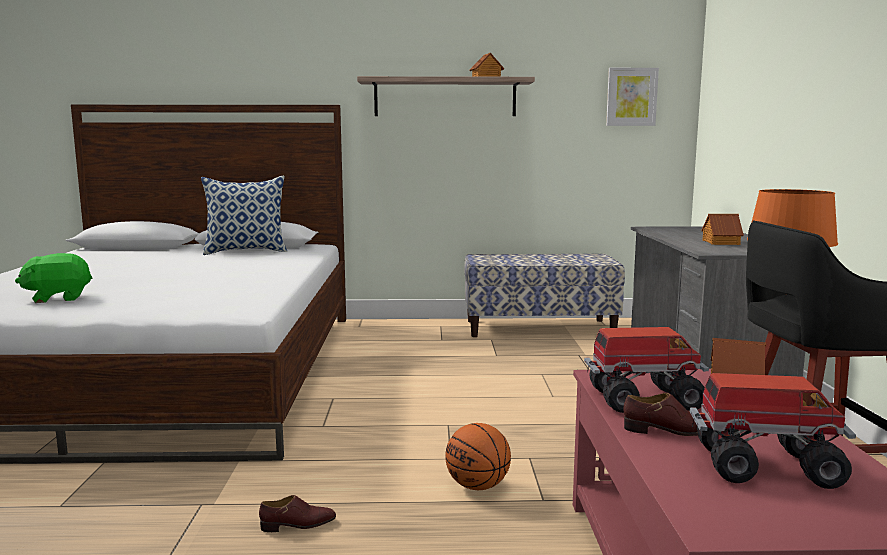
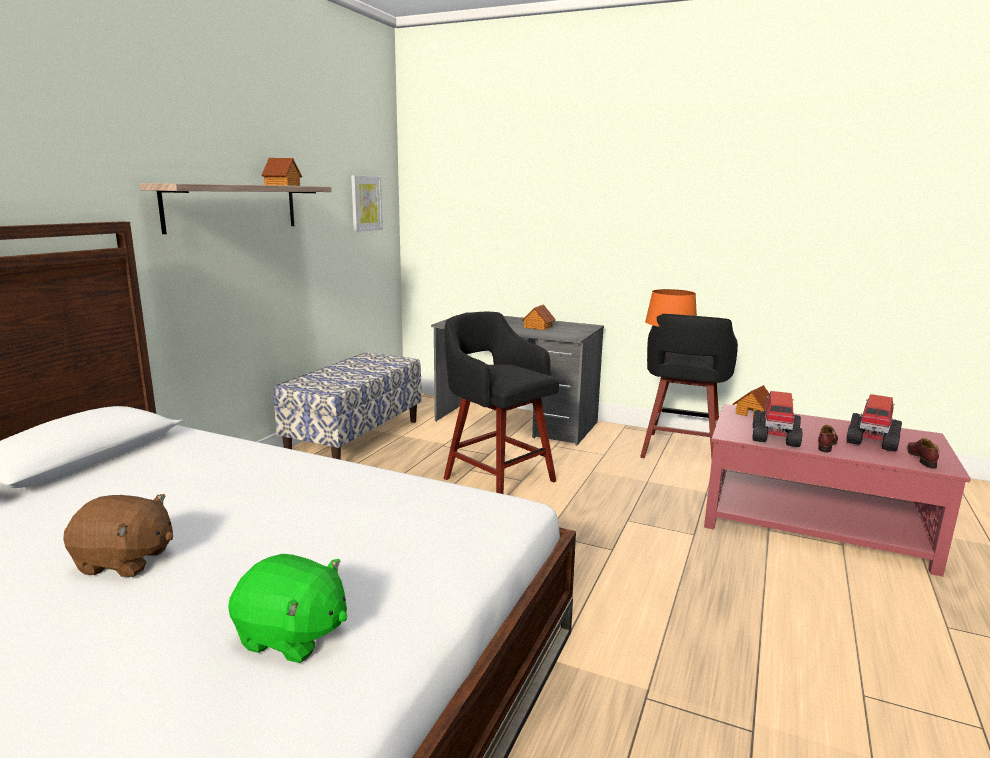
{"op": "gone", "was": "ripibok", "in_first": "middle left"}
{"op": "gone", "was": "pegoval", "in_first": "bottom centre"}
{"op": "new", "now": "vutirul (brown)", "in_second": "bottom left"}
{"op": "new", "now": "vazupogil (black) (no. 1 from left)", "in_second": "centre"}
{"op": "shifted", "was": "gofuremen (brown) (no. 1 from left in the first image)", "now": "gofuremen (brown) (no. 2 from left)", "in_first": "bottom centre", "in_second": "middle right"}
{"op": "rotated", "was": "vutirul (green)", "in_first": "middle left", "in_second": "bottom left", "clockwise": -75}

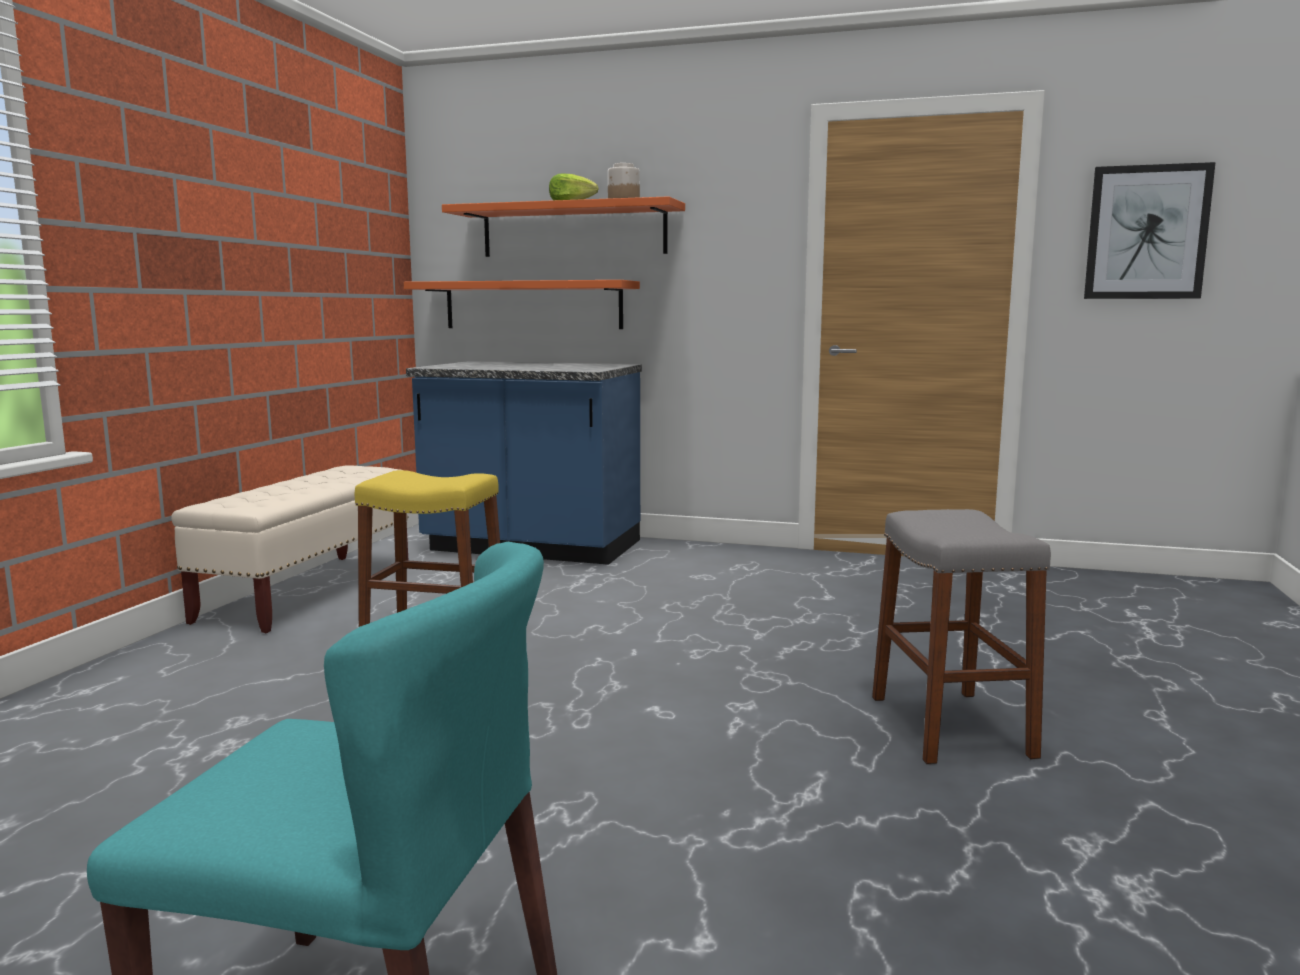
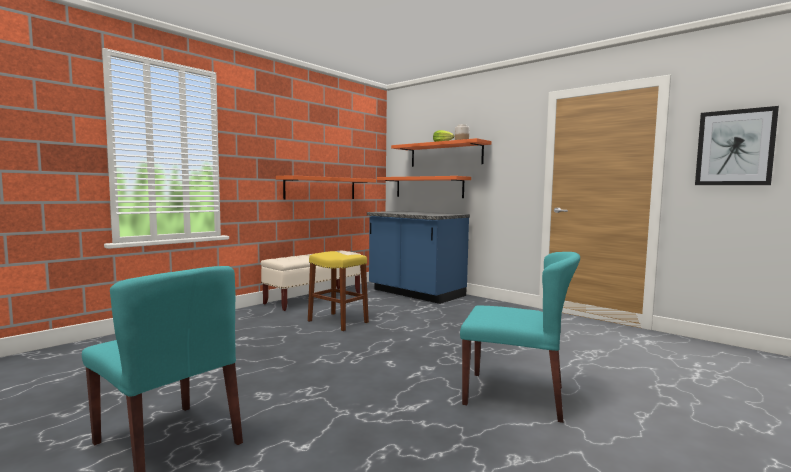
{"op": "new", "now": "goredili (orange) (no. 1 from left)", "in_second": "centre"}
{"op": "swapped", "was": "vazupogil (grey)", "now": "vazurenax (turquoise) (no. 2 from left)", "in_first": "middle right", "in_second": "bottom centre"}

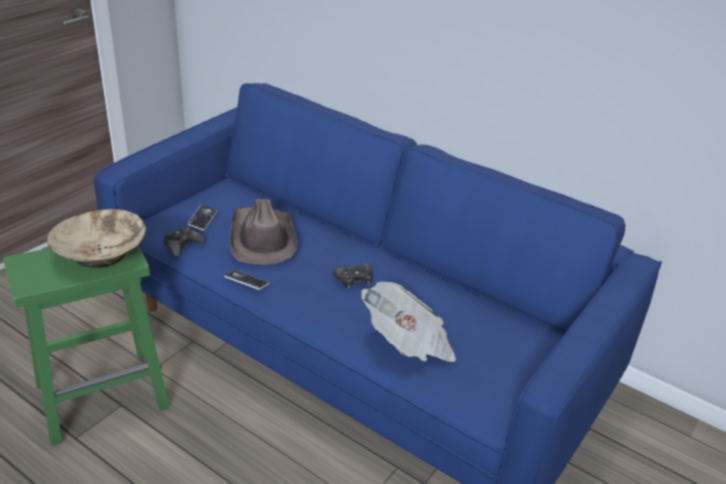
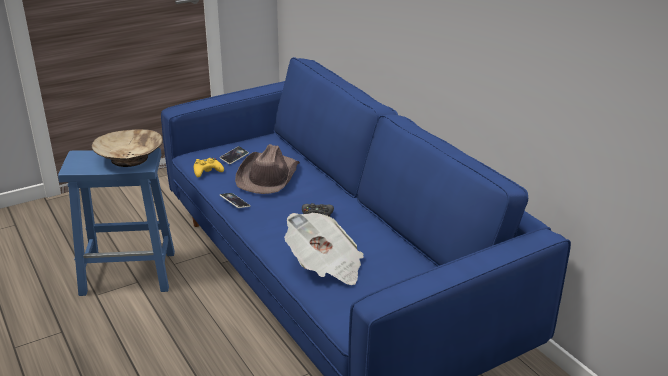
{"op": "repainted", "was": "vazupogil (green)", "now": "vazupogil (blue)", "in_first": "bottom left", "in_second": "middle left"}
{"op": "repainted", "was": "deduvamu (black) (no. 1 from left)", "now": "deduvamu (yellow)", "in_first": "middle left", "in_second": "middle left"}

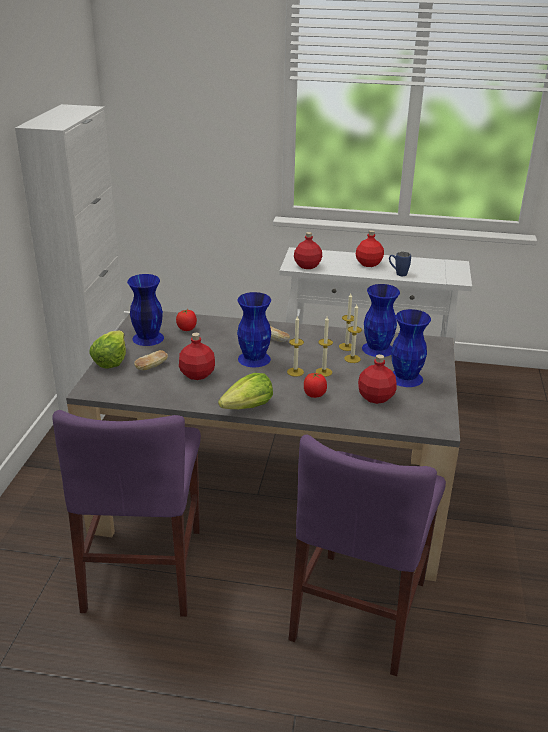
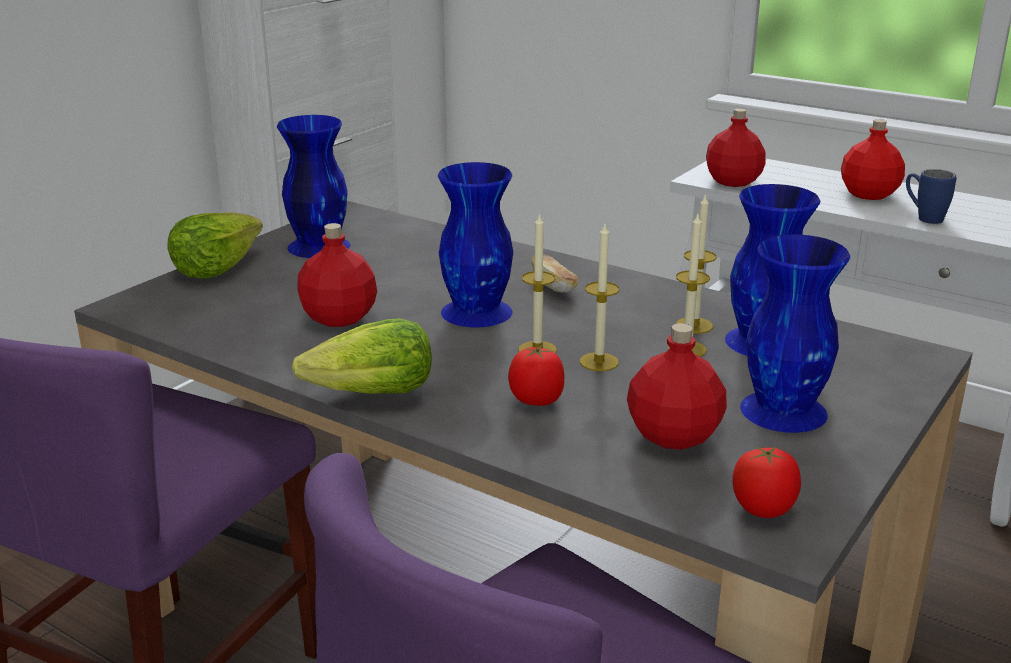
{"op": "gone", "was": "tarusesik (no. 1 from left)", "in_first": "middle left"}
{"op": "shifted", "was": "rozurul (no. 1 from left in the first image)", "now": "rozurul (no. 2 from left)", "in_first": "centre", "in_second": "bottom right"}

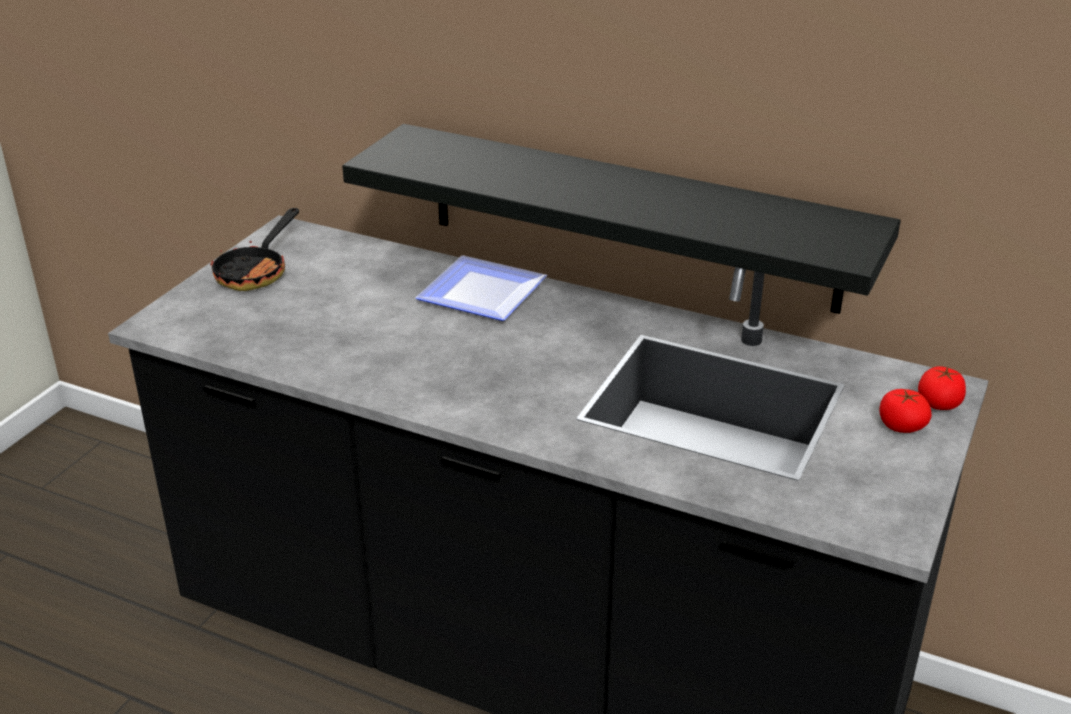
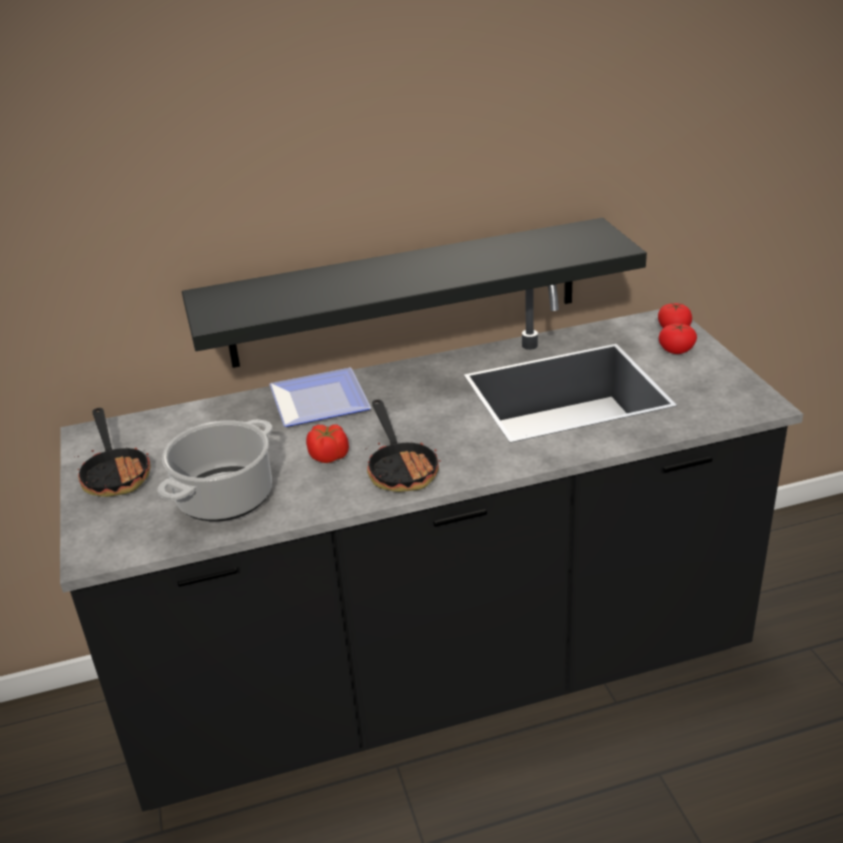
{"op": "new", "now": "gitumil", "in_second": "middle left"}
{"op": "new", "now": "rozurul (no. 1 from left)", "in_second": "centre"}
{"op": "new", "now": "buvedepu (no. 2 from left)", "in_second": "centre"}

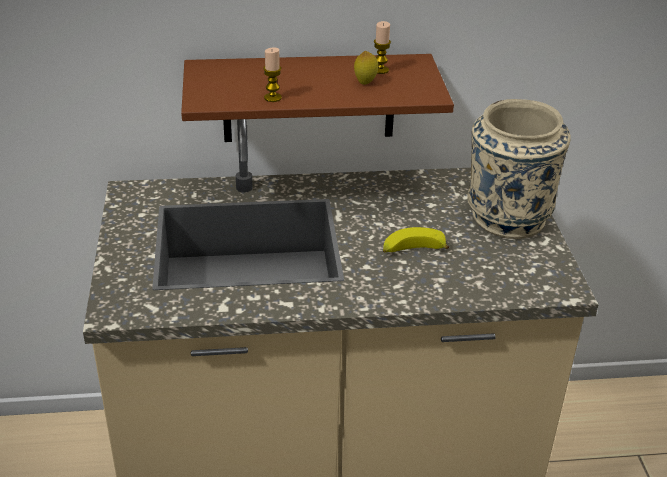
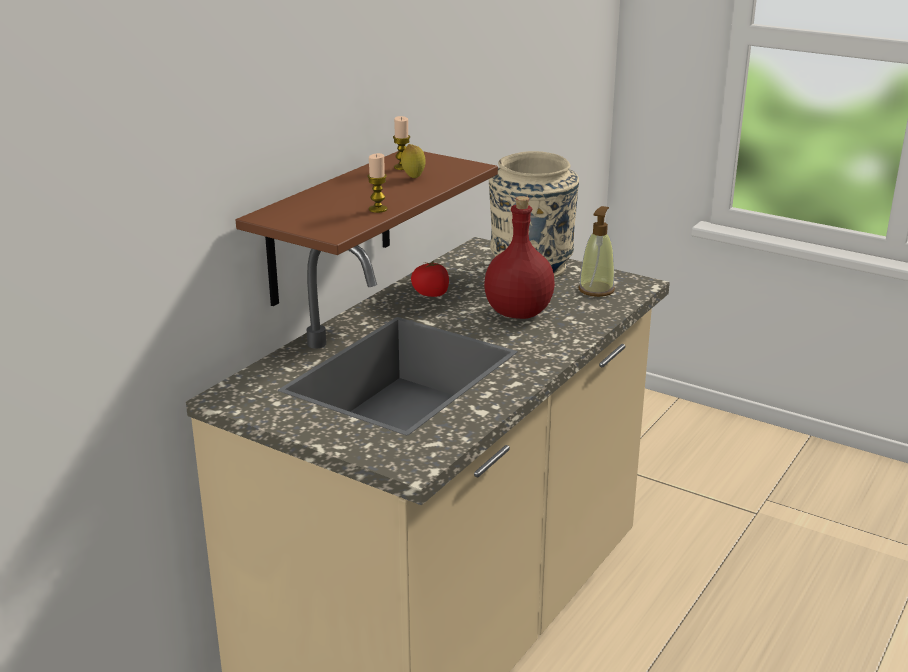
{"op": "new", "now": "rozurul", "in_second": "centre"}
{"op": "new", "now": "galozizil", "in_second": "centre"}
{"op": "swapped", "was": "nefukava", "now": "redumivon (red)", "in_first": "centre", "in_second": "centre"}

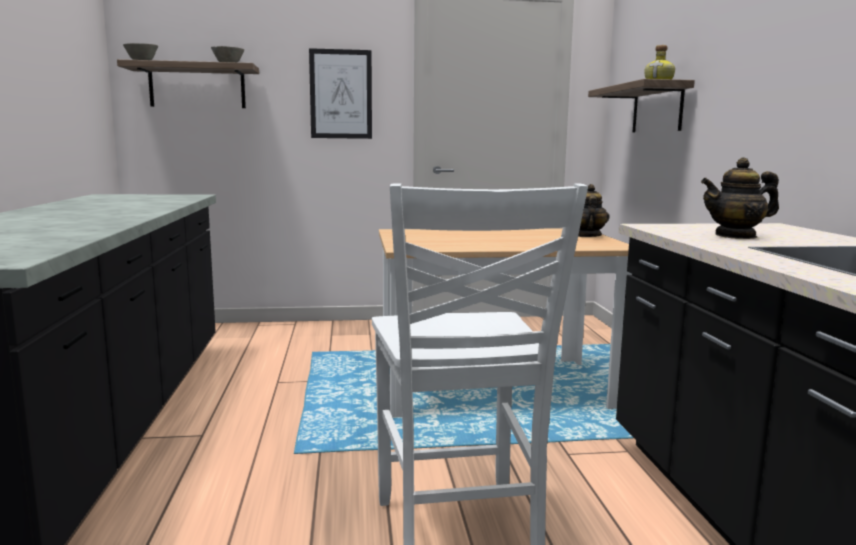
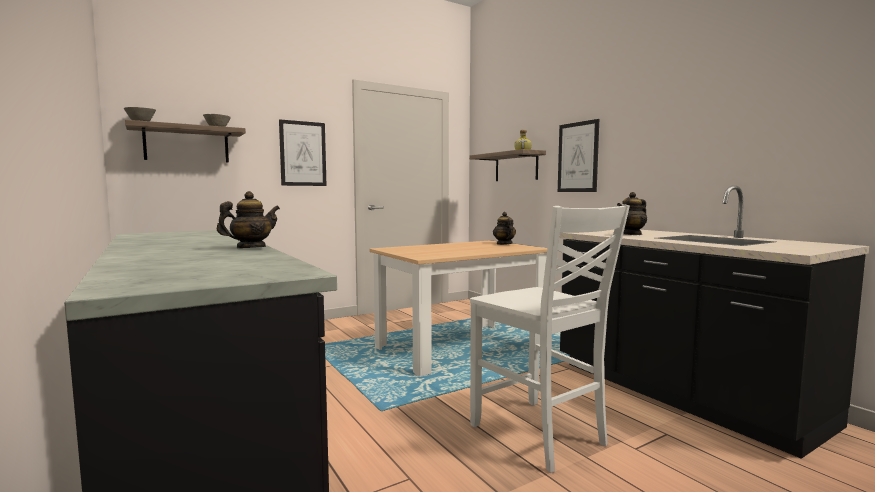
{"op": "new", "now": "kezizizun (no. 1 from left)", "in_second": "middle left"}
{"op": "new", "now": "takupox (no. 2 from left)", "in_second": "top centre"}

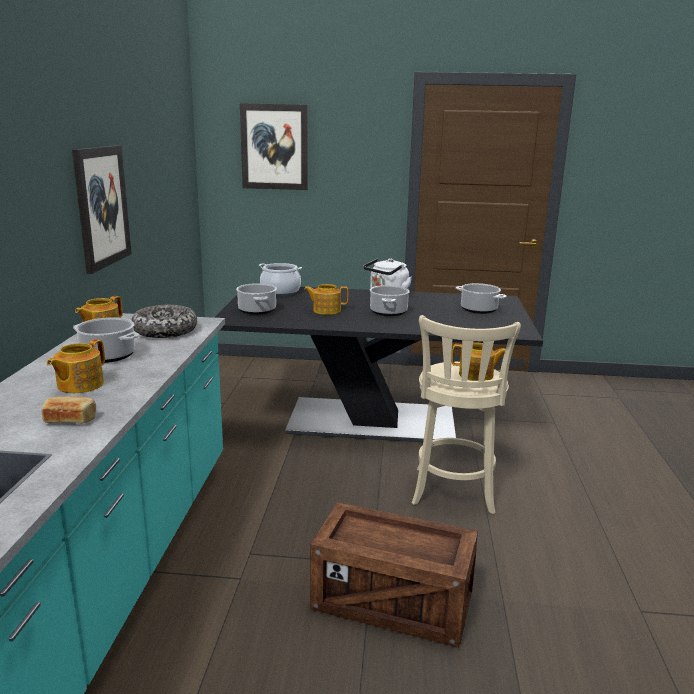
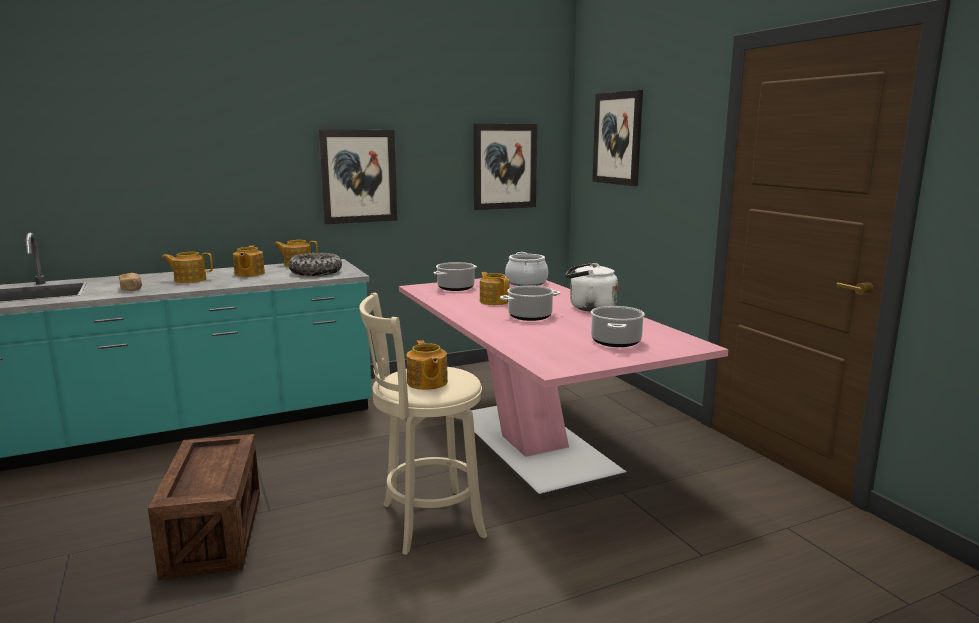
{"op": "new", "now": "takupox (no. 2 from left)", "in_second": "top centre"}
{"op": "swapped", "was": "gitumil (no. 1 from left)", "now": "kezizizun (no. 2 from left)", "in_first": "middle left", "in_second": "middle left"}
{"op": "repainted", "was": "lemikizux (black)", "now": "lemikizux (pink)", "in_first": "centre", "in_second": "centre"}

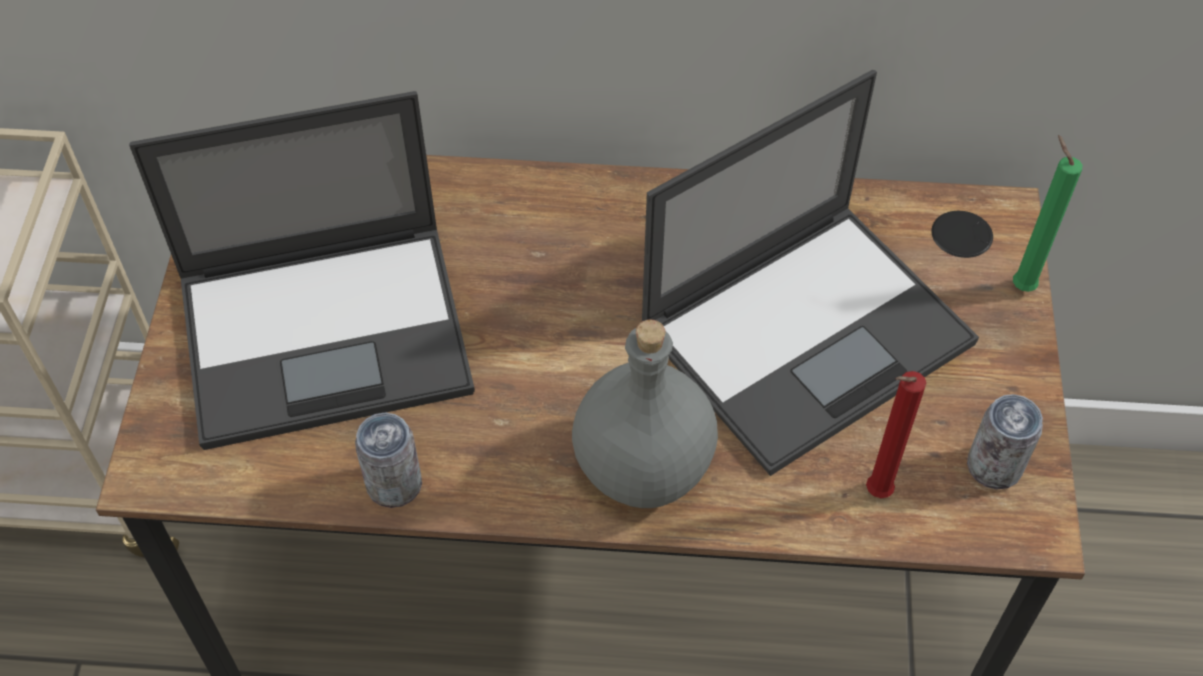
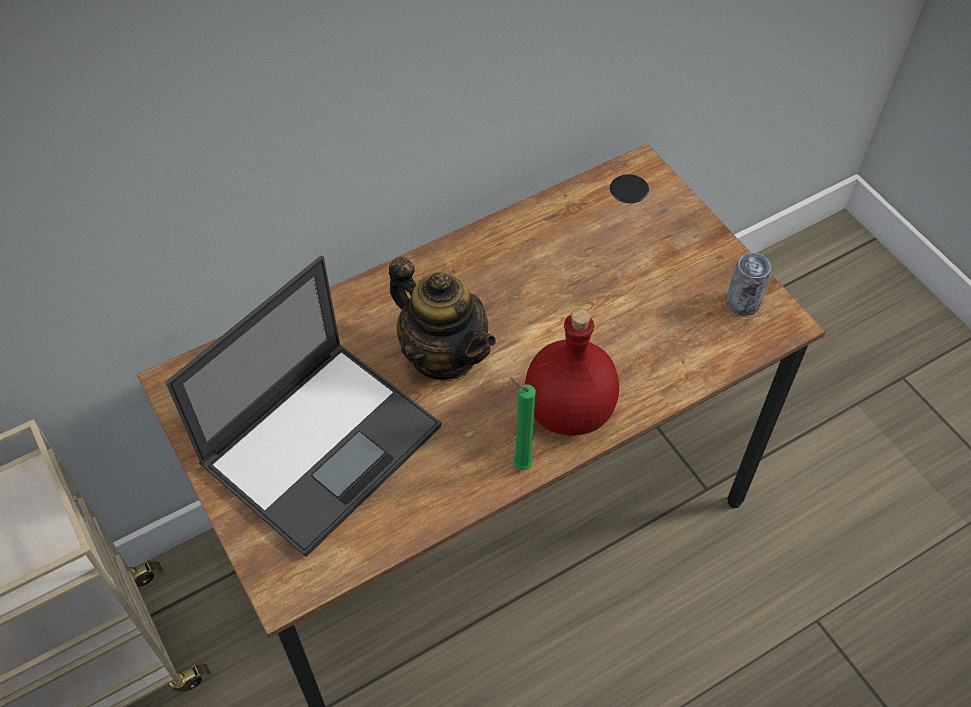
{"op": "gone", "was": "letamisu (no. 1 from left)", "in_first": "bottom left"}
{"op": "gone", "was": "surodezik (no. 2 from left)", "in_first": "middle right"}
{"op": "gone", "was": "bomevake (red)", "in_first": "middle right"}
{"op": "new", "now": "kezizizun", "in_second": "centre"}
{"op": "shifted", "was": "bomevake (green)", "in_first": "top right", "in_second": "centre"}
{"op": "repainted", "was": "redumivon (grey)", "now": "redumivon (red)", "in_first": "centre", "in_second": "centre"}

